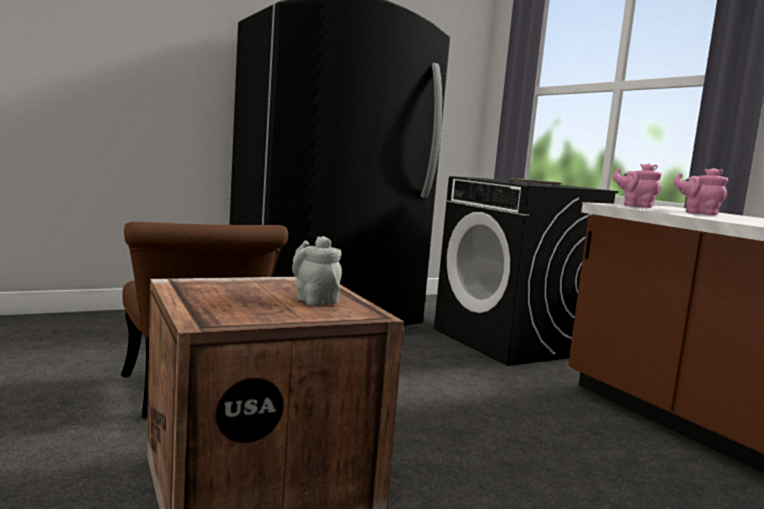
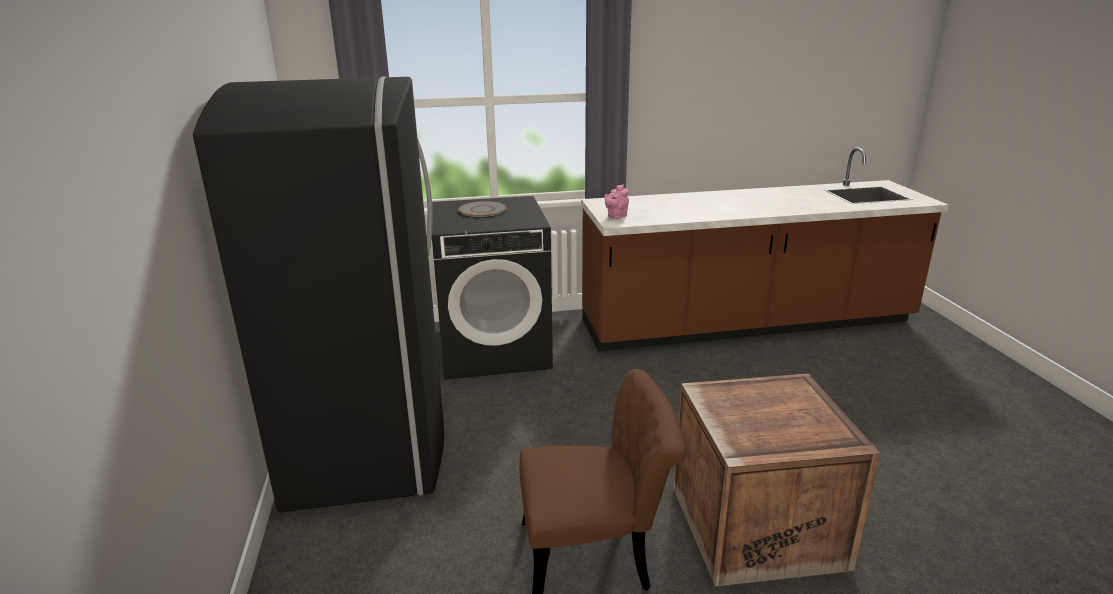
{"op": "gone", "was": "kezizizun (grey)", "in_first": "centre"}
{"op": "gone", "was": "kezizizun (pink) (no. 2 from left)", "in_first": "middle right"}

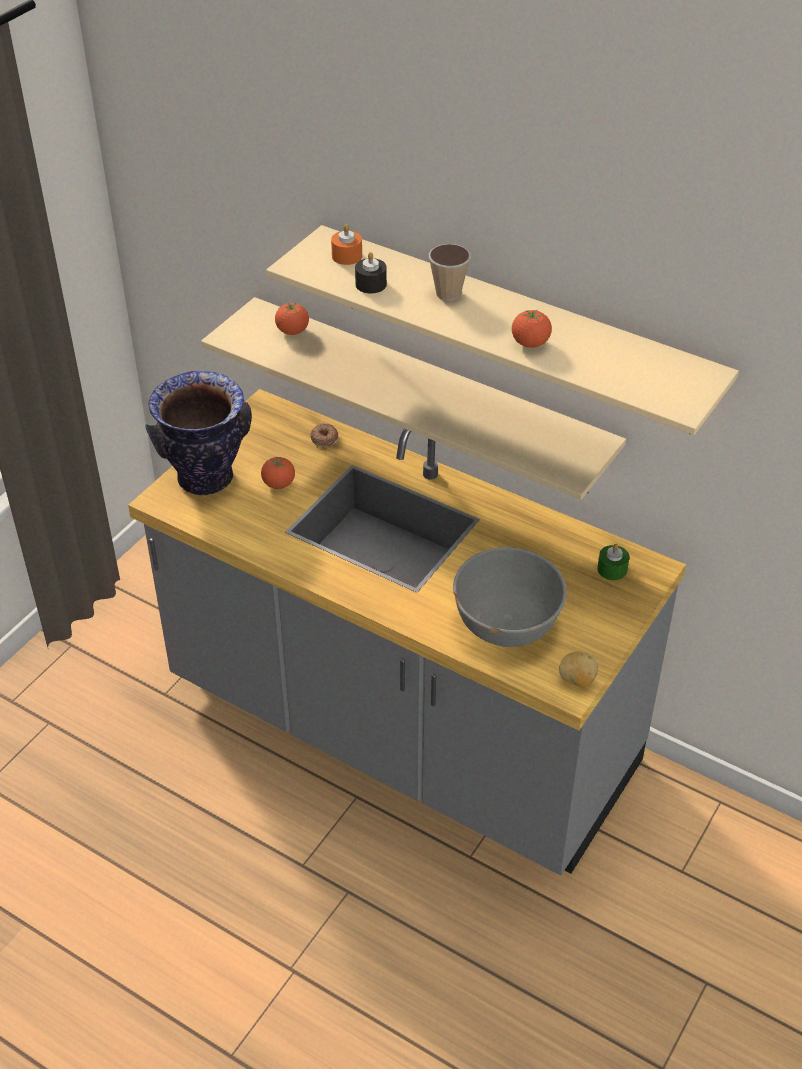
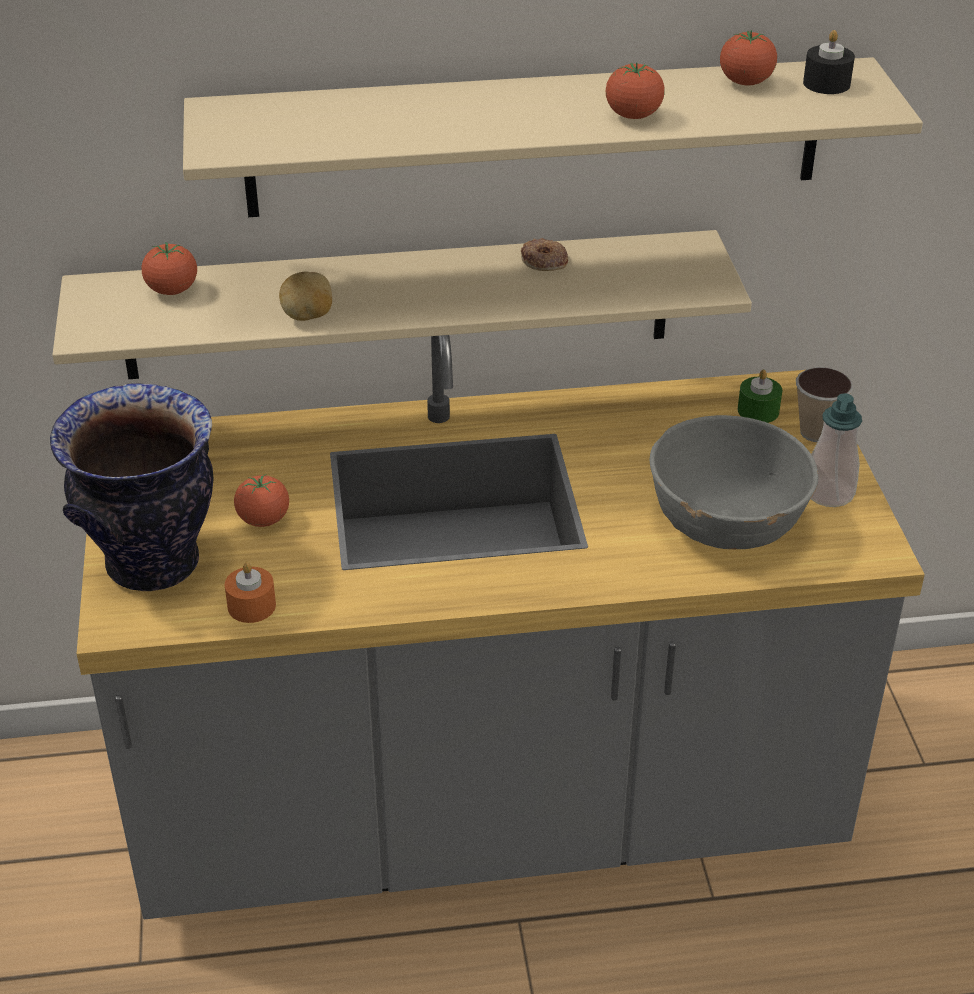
{"op": "new", "now": "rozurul (no. 4 from left)", "in_second": "top right"}
{"op": "new", "now": "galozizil", "in_second": "middle right"}
{"op": "shifted", "was": "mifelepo", "in_first": "centre", "in_second": "top centre"}
{"op": "shifted", "was": "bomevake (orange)", "in_first": "top centre", "in_second": "middle left"}
{"op": "shifted", "was": "bomevake (black)", "in_first": "top centre", "in_second": "top right"}
{"op": "shifted", "was": "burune", "in_first": "top centre", "in_second": "middle right"}
{"op": "shifted", "was": "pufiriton", "in_first": "middle right", "in_second": "top left"}

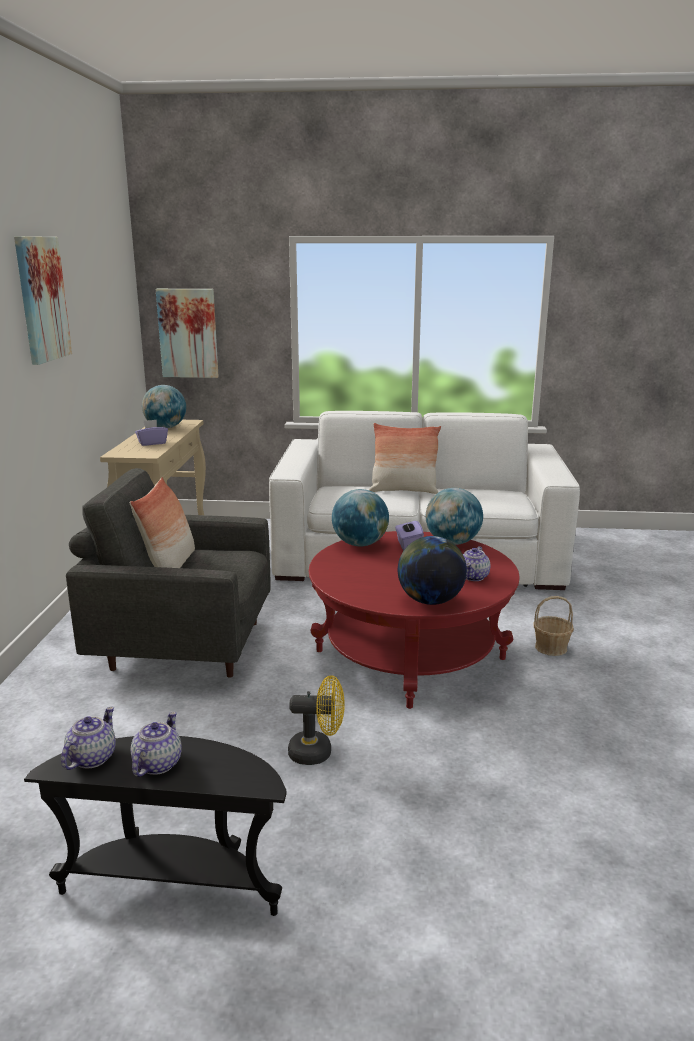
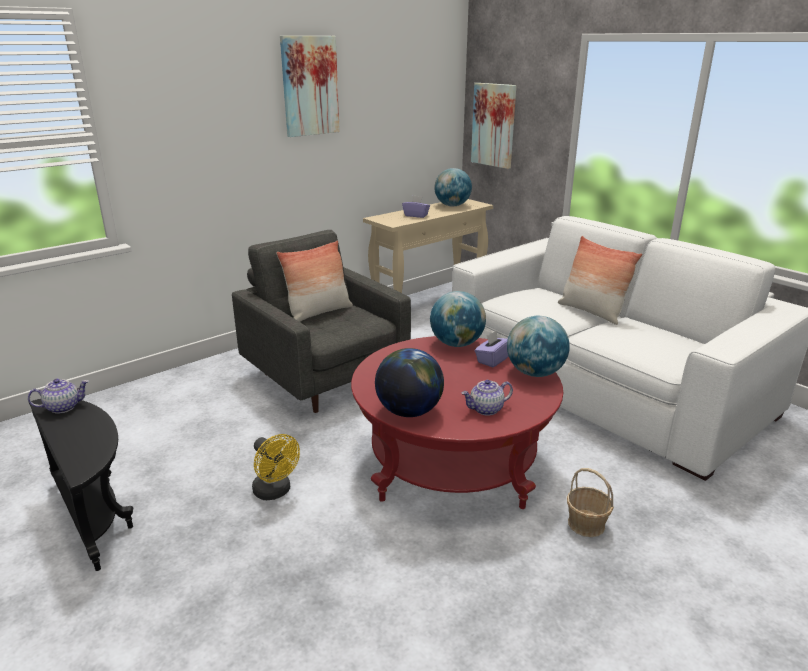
{"op": "gone", "was": "kezizizun (no. 2 from left)", "in_first": "bottom left"}

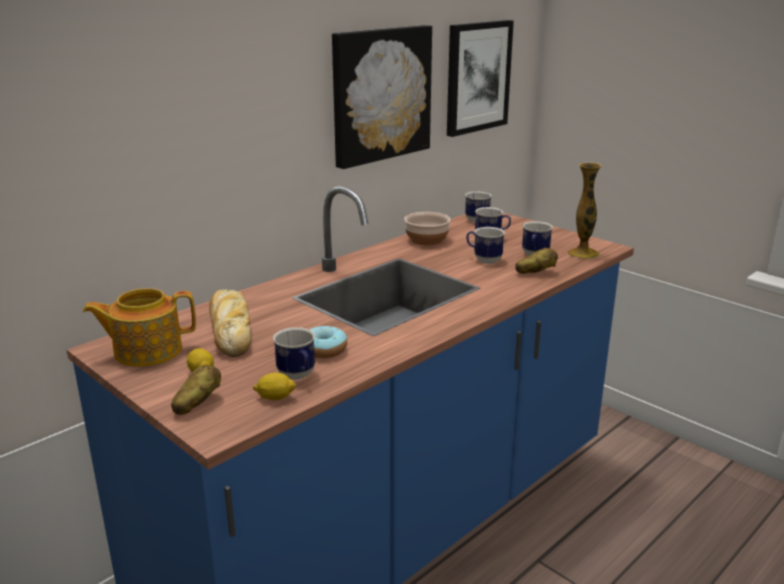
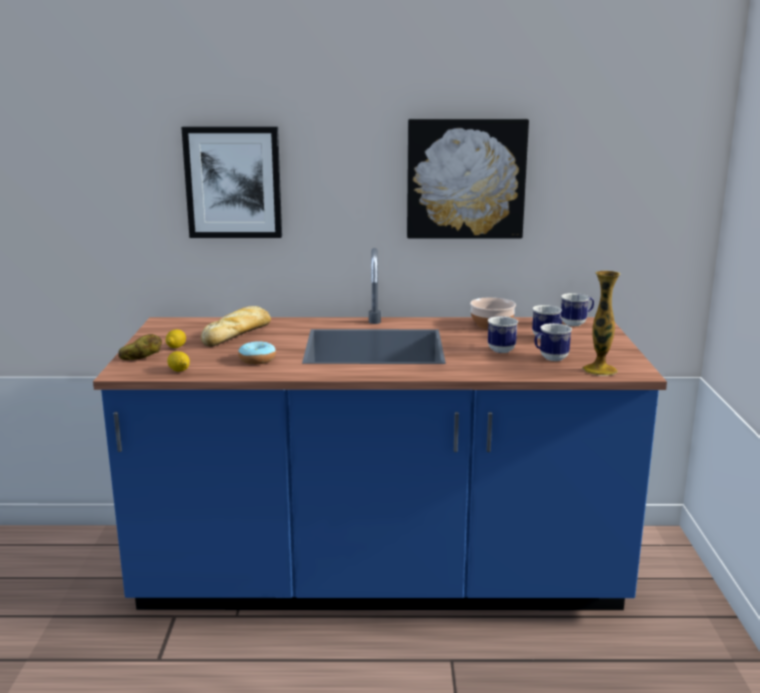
{"op": "gone", "was": "kezizizun", "in_first": "middle left"}
{"op": "gone", "was": "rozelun (no. 1 from left)", "in_first": "centre"}
{"op": "gone", "was": "pufiriton (no. 2 from left)", "in_first": "middle right"}
{"op": "shifted", "was": "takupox (no. 2 from left in the first image)", "now": "takupox (no. 1 from left)", "in_first": "top centre", "in_second": "top left"}

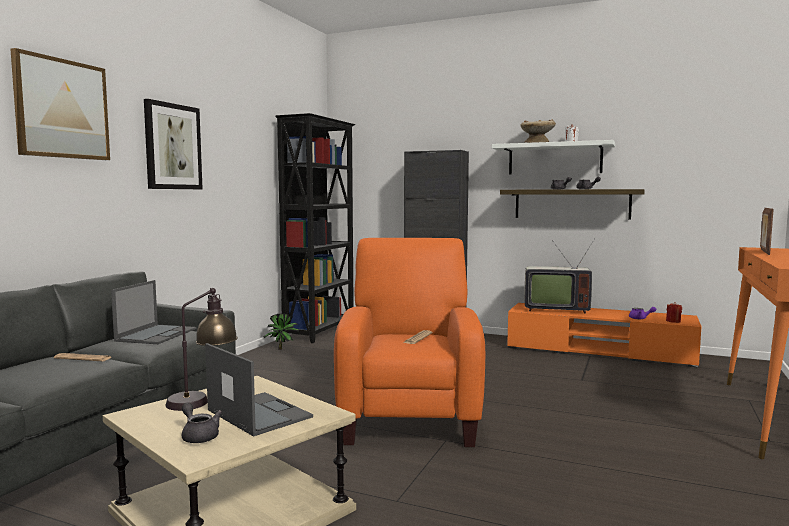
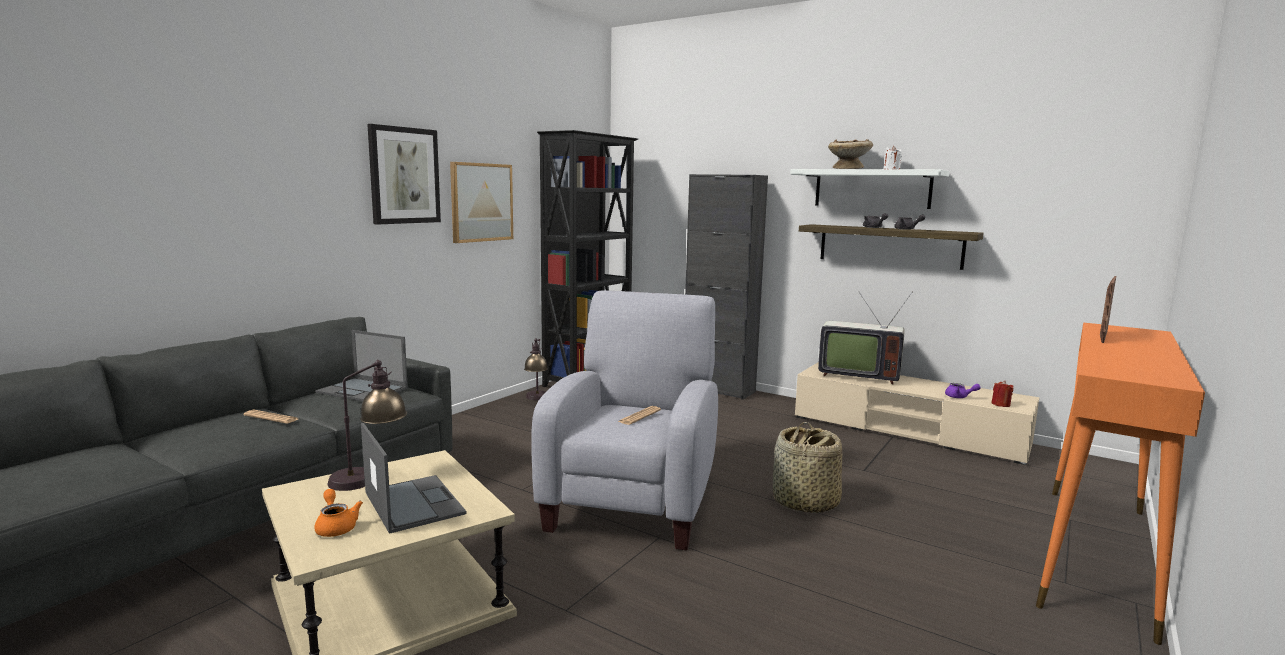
{"op": "new", "now": "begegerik", "in_second": "bottom centre"}
{"op": "shifted", "was": "takupox (no. 1 from left in the first image)", "now": "takupox (no. 2 from left)", "in_first": "top left", "in_second": "top centre"}
{"op": "swapped", "was": "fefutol", "now": "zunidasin (no. 2 from left)", "in_first": "centre", "in_second": "centre"}
{"op": "repainted", "was": "kezizizun (grey) (no. 1 from left)", "now": "kezizizun (orange)", "in_first": "bottom left", "in_second": "bottom left"}
{"op": "repainted", "was": "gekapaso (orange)", "now": "gekapaso (grey)", "in_first": "centre", "in_second": "centre"}
{"op": "repainted", "was": "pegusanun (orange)", "now": "pegusanun (beige)", "in_first": "middle right", "in_second": "middle right"}
{"op": "rotated", "was": "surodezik (no. 1 from left)", "in_first": "middle left", "in_second": "middle left", "clockwise": 90}

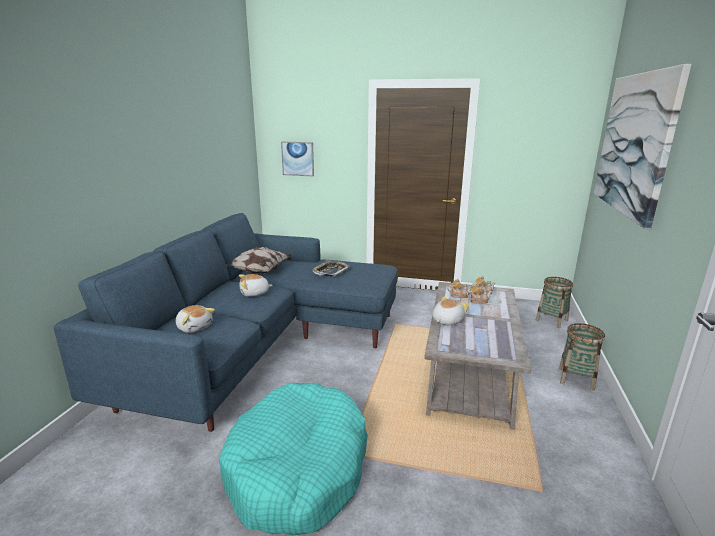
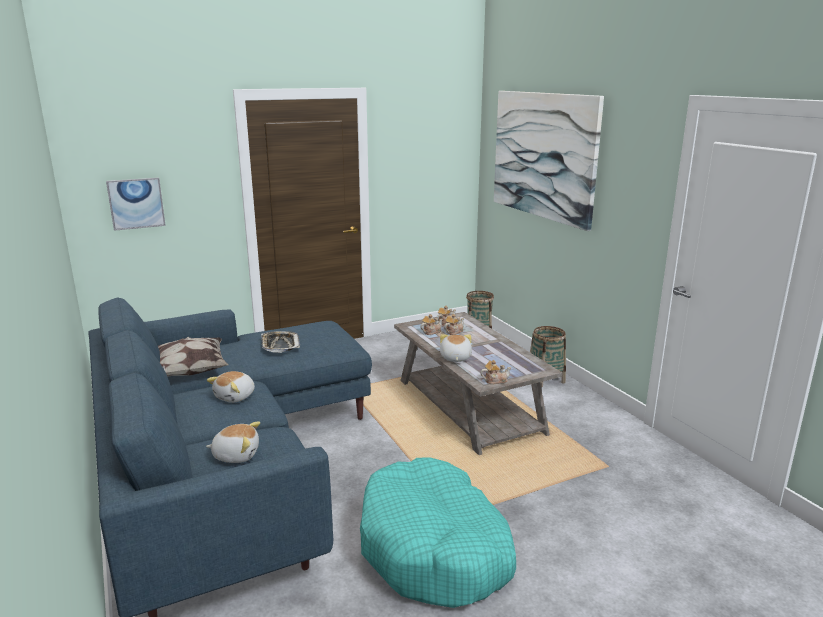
{"op": "new", "now": "kezizizun (no. 4 from left)", "in_second": "centre"}

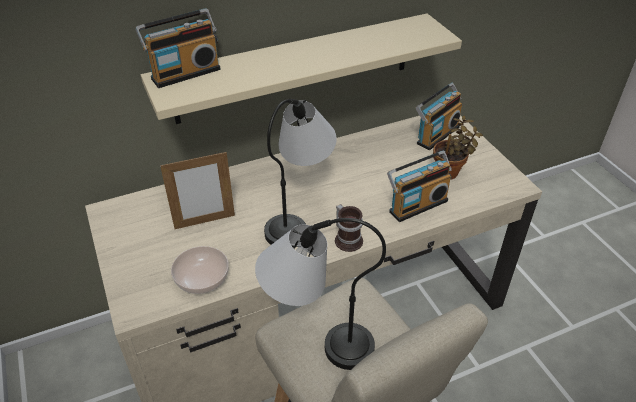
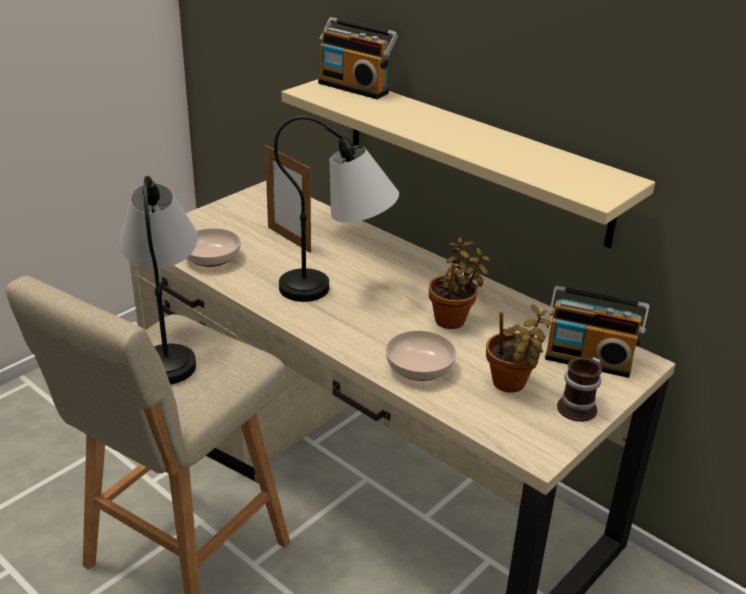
{"op": "new", "now": "fefutol (no. 1 from left)", "in_second": "centre"}
{"op": "shifted", "was": "rozelun", "in_first": "centre", "in_second": "middle right"}
{"op": "swapped", "was": "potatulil (no. 2 from left)", "now": "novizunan (no. 2 from left)", "in_first": "centre", "in_second": "centre"}

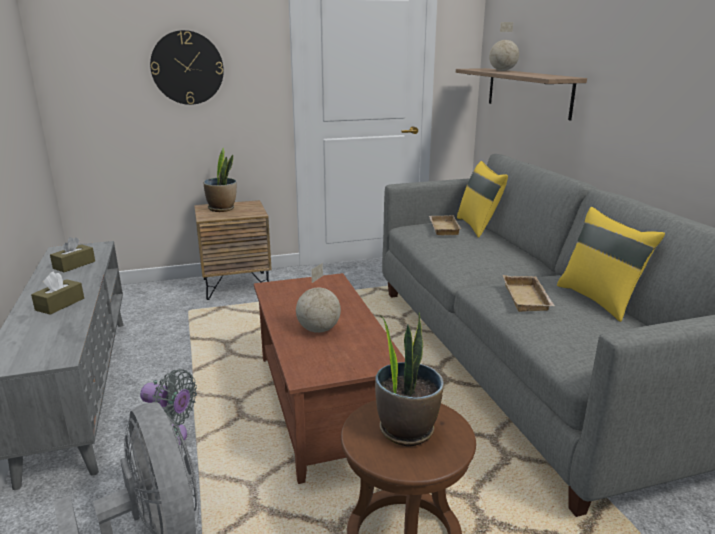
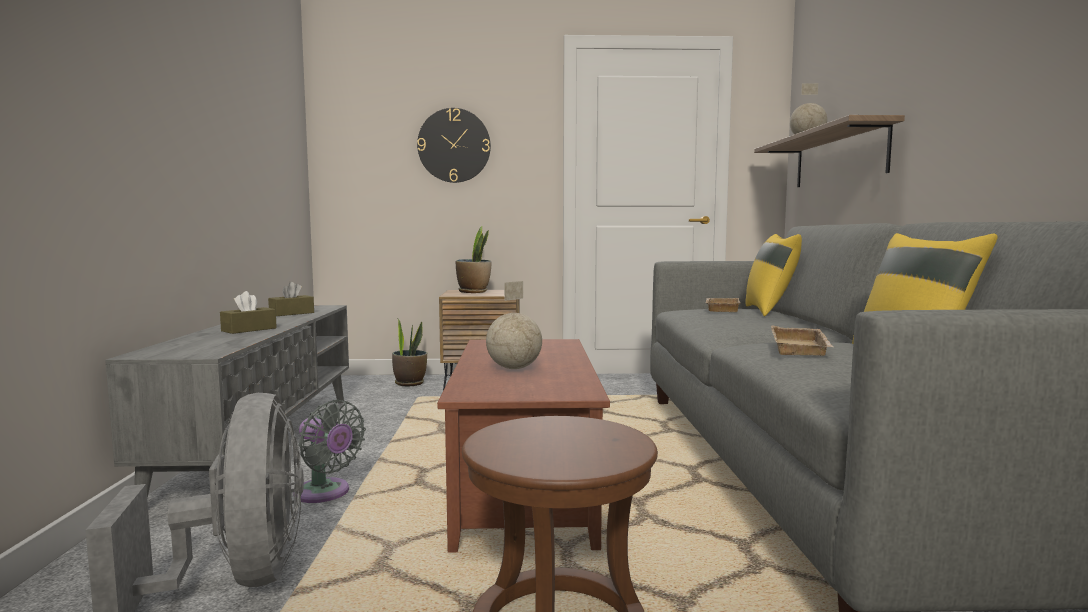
{"op": "shifted", "was": "fefutol (no. 2 from left in the first image)", "now": "fefutol (no. 1 from left)", "in_first": "bottom centre", "in_second": "centre"}

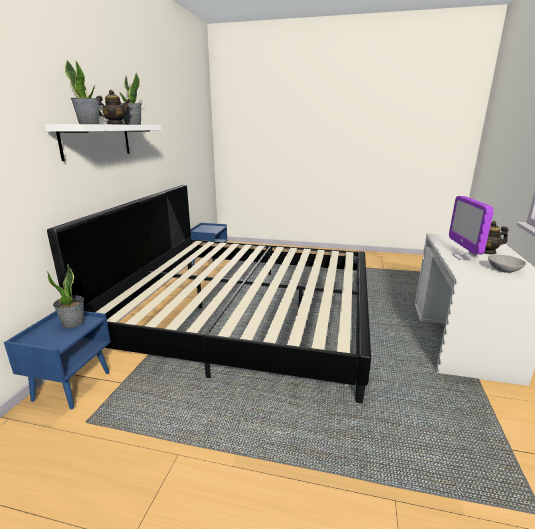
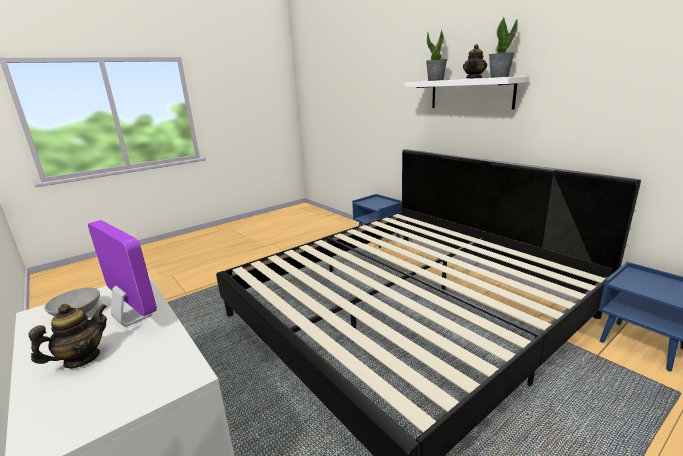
{"op": "gone", "was": "fefutol (no. 1 from left)", "in_first": "middle left"}

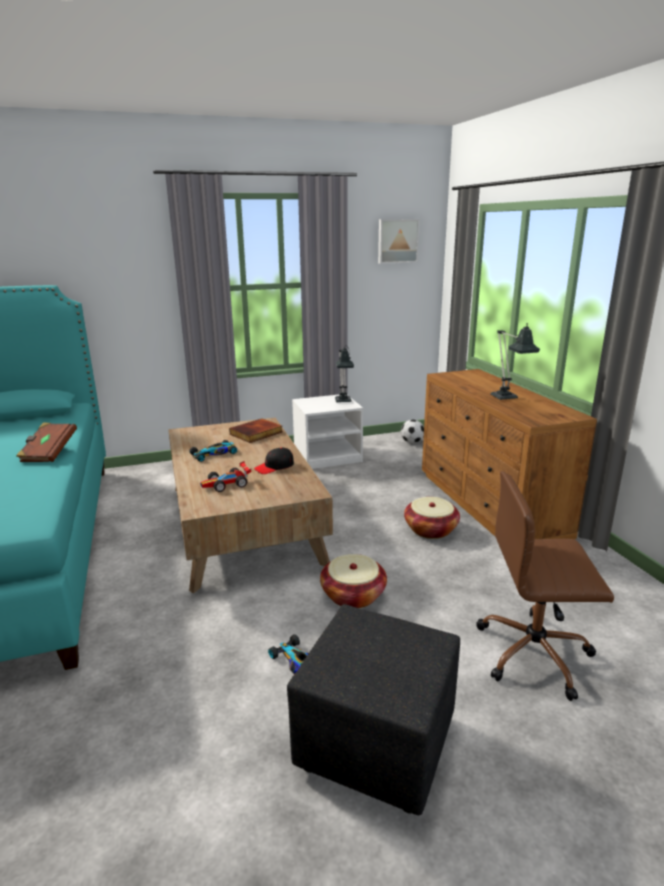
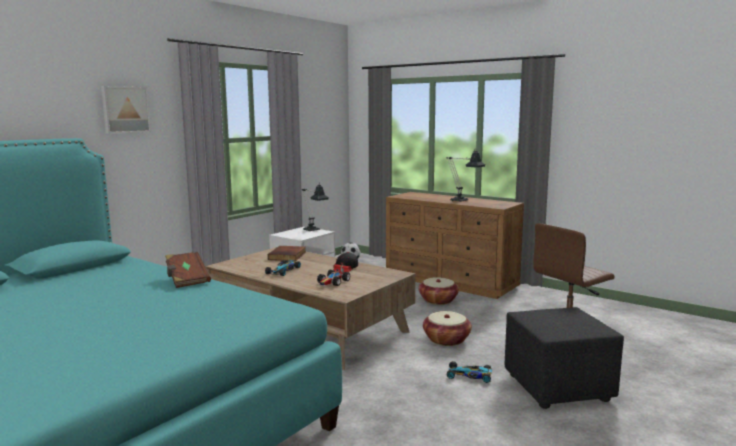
{"op": "shifted", "was": "takupox", "in_first": "top centre", "in_second": "top left"}

